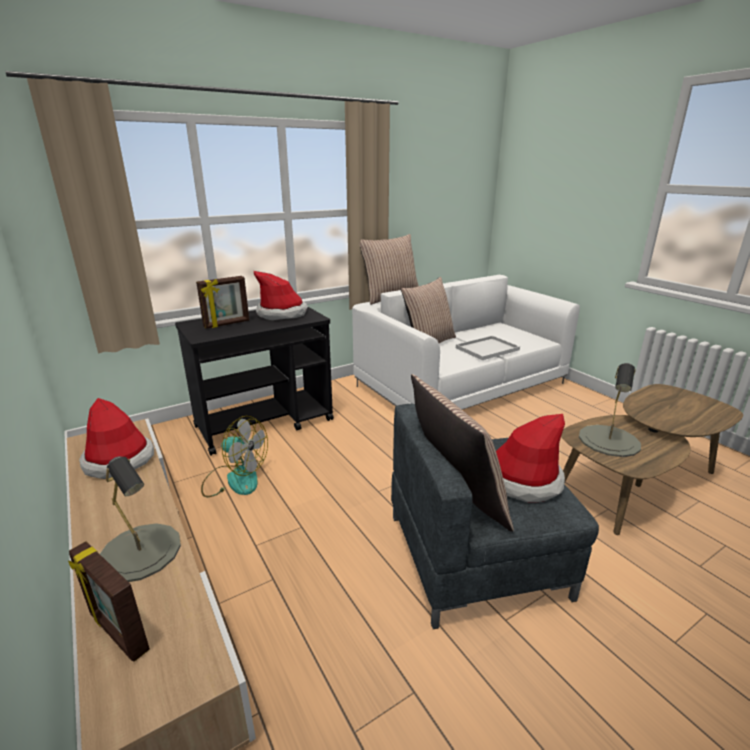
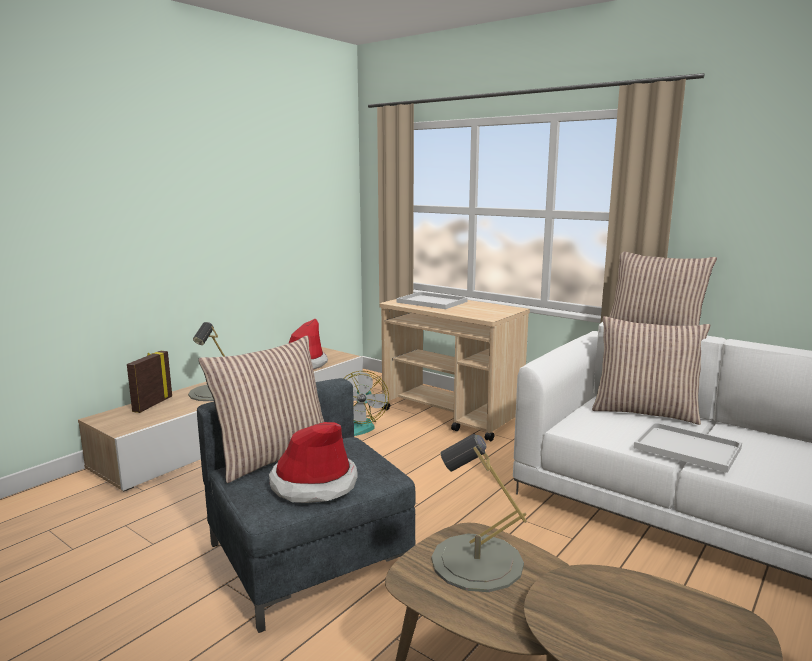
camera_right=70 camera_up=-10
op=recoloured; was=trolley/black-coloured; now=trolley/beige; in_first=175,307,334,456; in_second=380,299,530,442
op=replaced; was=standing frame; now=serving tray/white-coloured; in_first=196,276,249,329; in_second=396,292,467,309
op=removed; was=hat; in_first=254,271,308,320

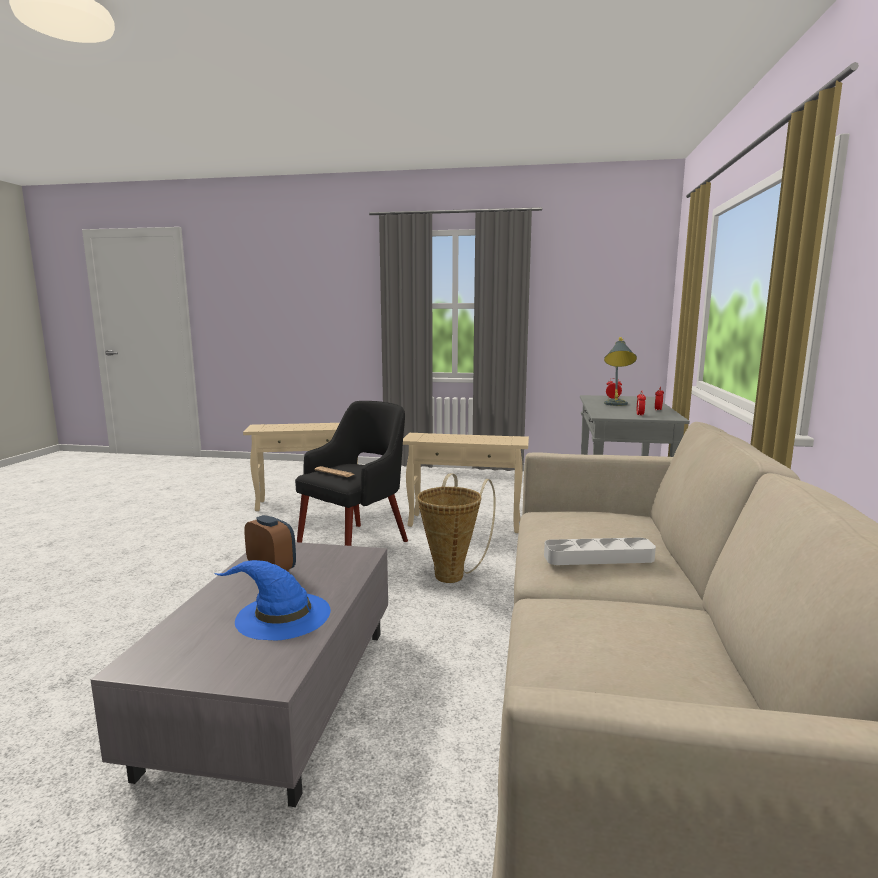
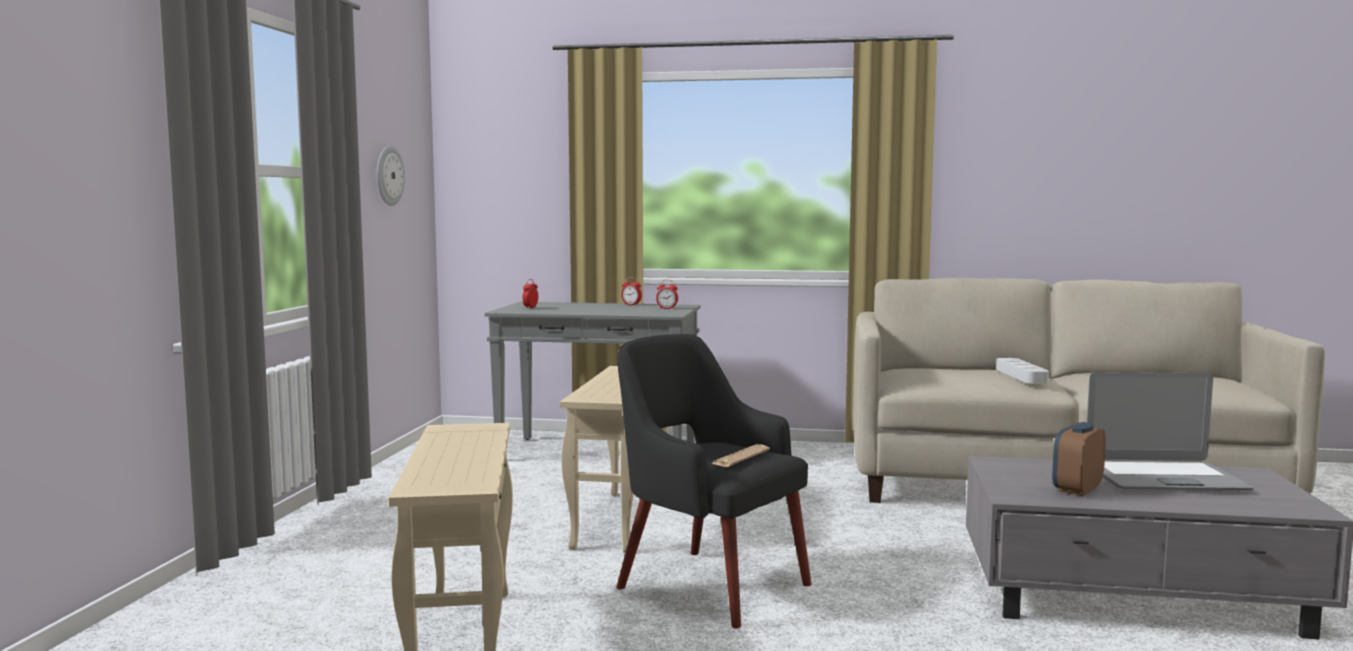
camera_right=-90 camera_up=-5
op=replaced; was=hat/blue; now=laptop; in_first=214,560,331,641; in_second=1087,372,1254,491
op=removed; was=storage basket; in_first=418,473,496,583
op=removed; was=lamp for a table/grey; in_first=604,337,637,406
op=added; now=wall clock; in_second=377,146,405,206

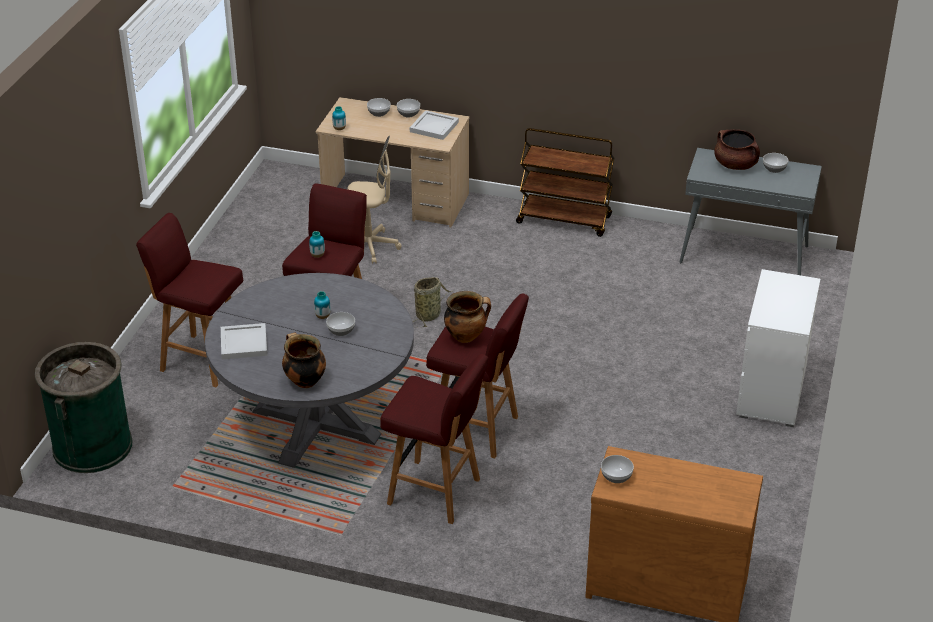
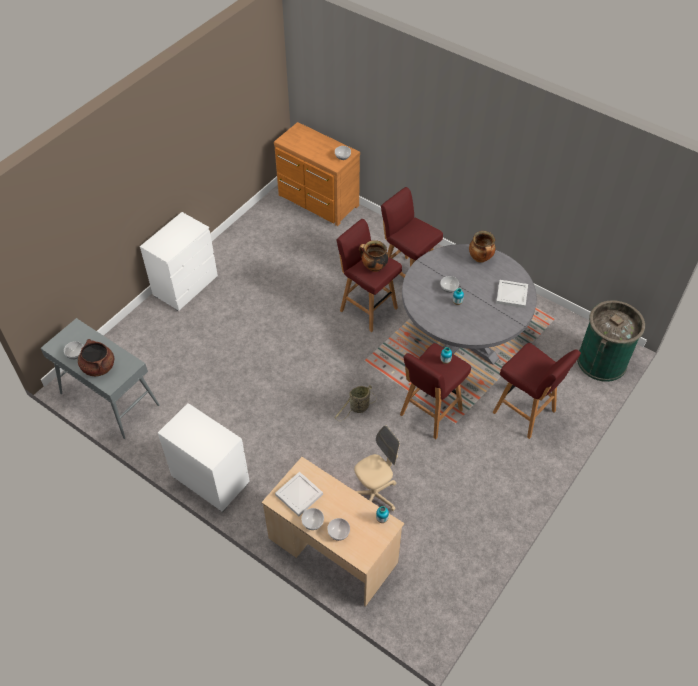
camera_right=-160 camera_up=15
op=turned; was=office chair/beige; in_first=347,136,402,264; in_second=354,425,400,511; clockwise=120
op=replaced; was=trolley/brown; now=chest of drawers/white-coloured; in_first=516,128,614,237; in_second=158,403,250,512

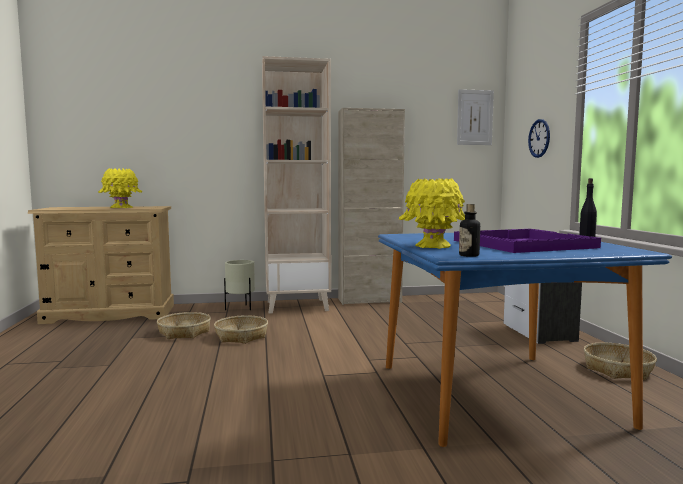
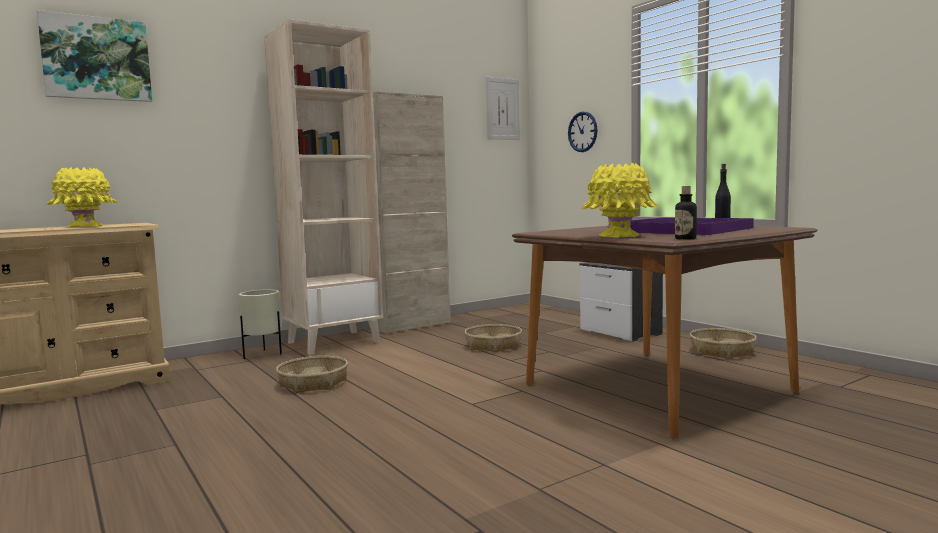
camera_right=-25 camera_up=0
op=moved; was=storage basket; in_first=157,312,211,339; in_second=464,324,522,352
op=recoloured; was=dinner table/blue; now=dinner table/brown; in_first=378,233,672,447; in_second=512,226,817,439
op=added; now=wall art; in_second=37,10,152,102

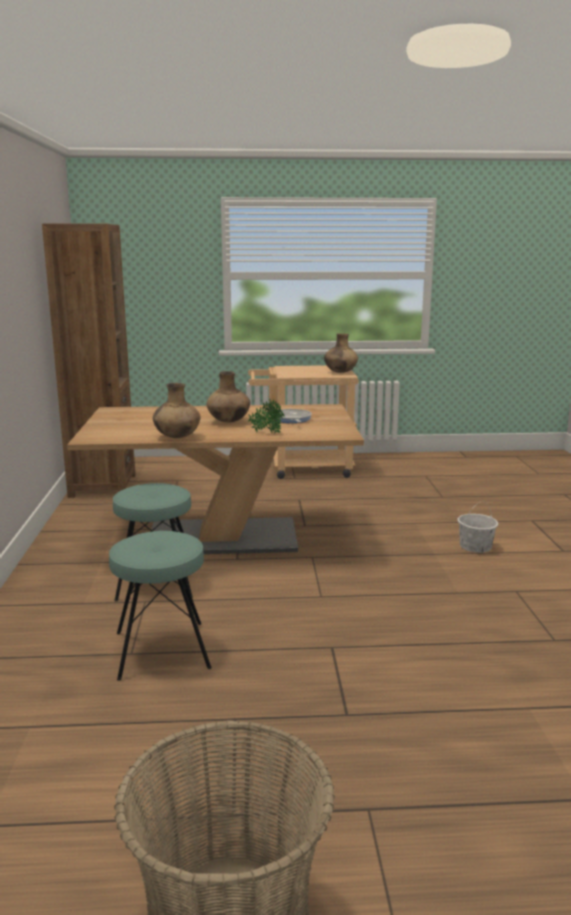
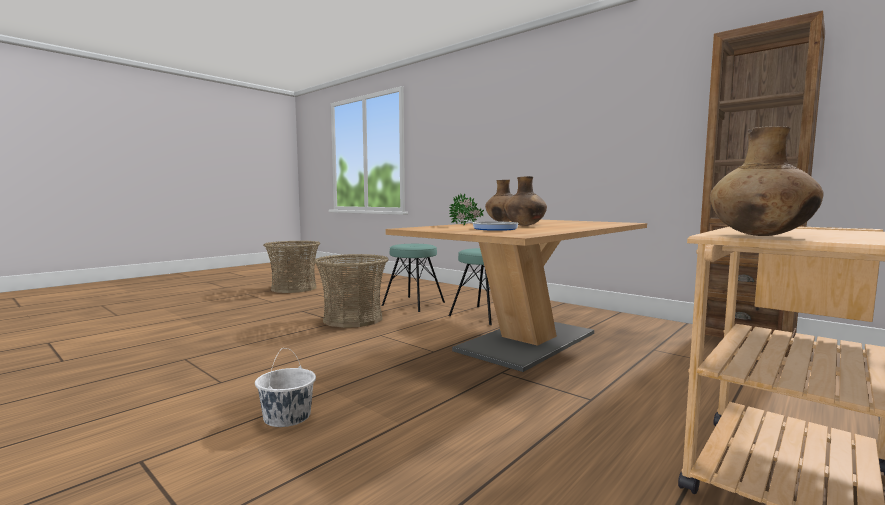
camera_right=135 camera_up=-10
op=added; now=storage basket; in_second=314,254,388,328

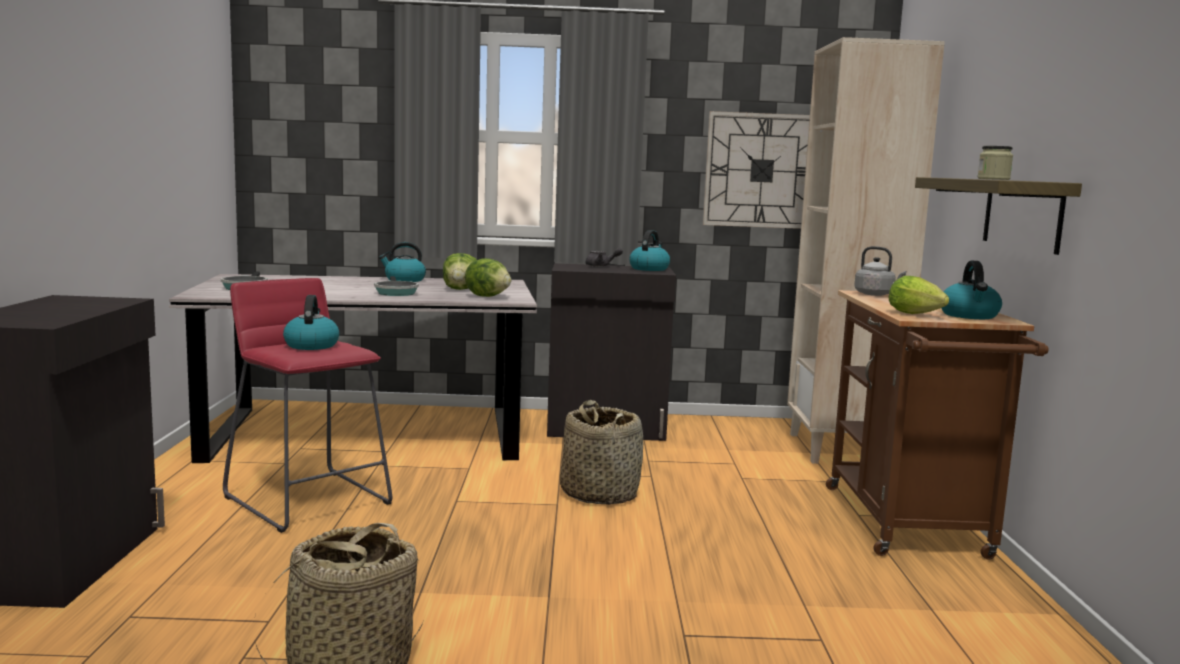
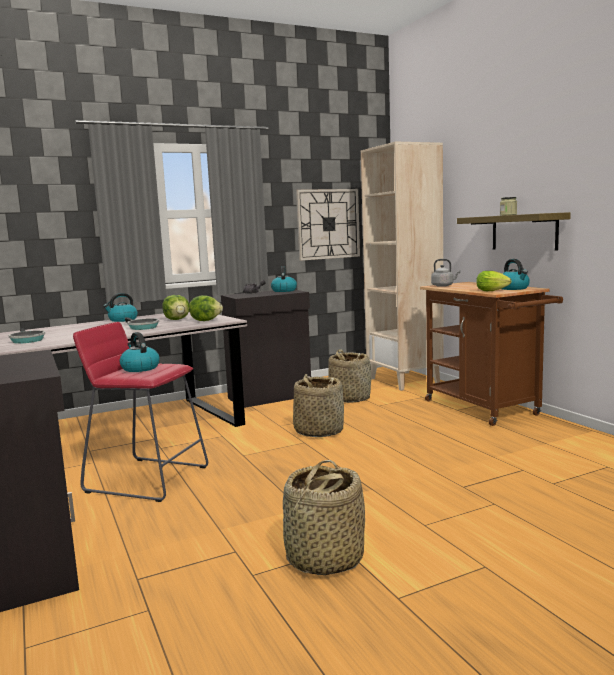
camera_right=-25 camera_up=0
op=added; now=storage basket; in_second=328,349,371,403

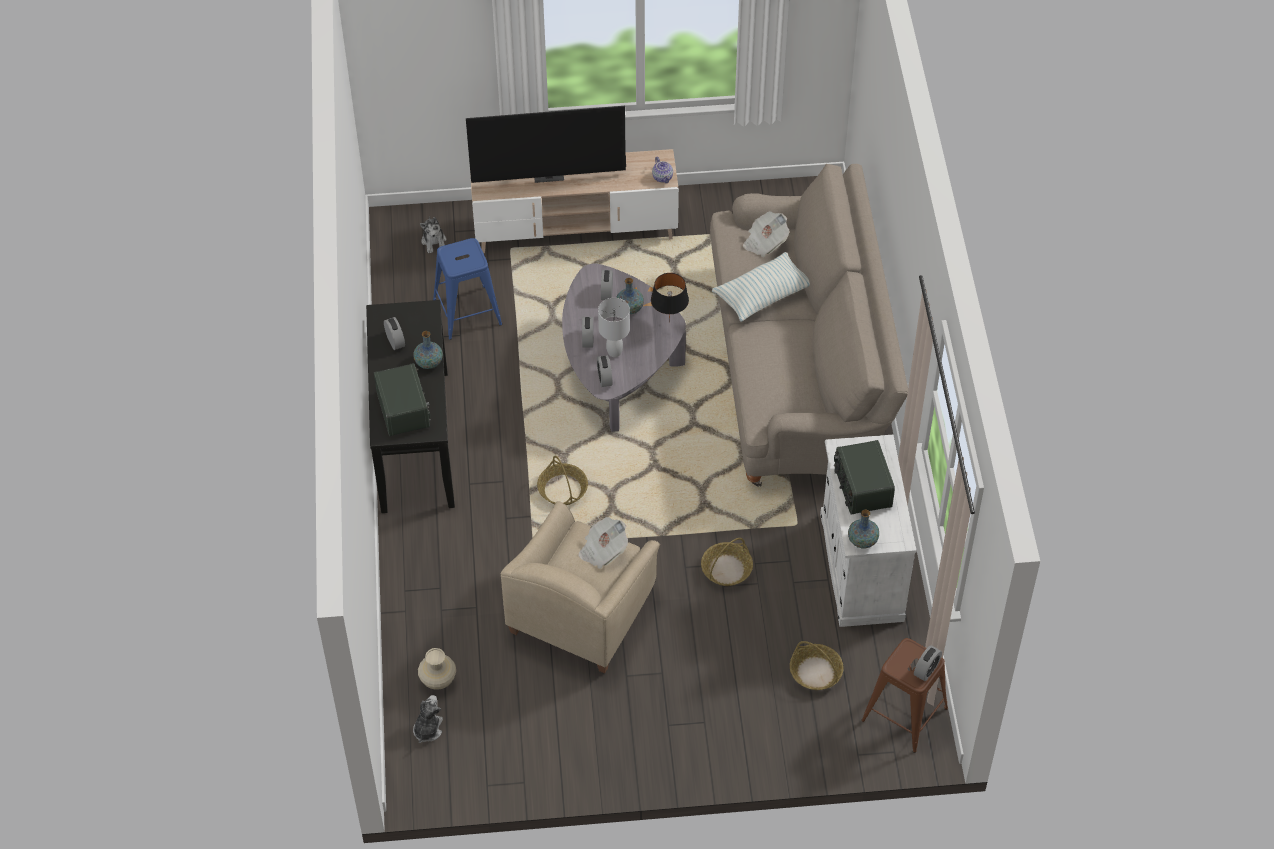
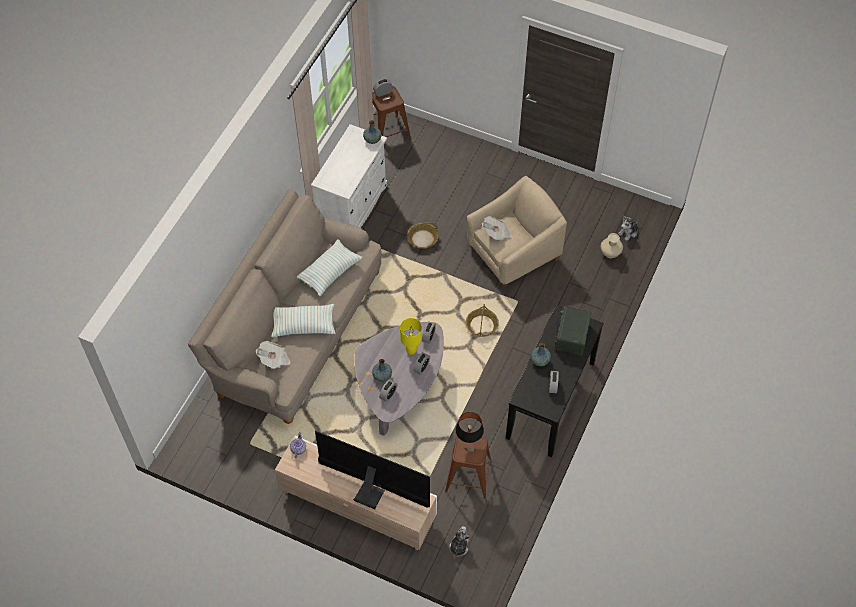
camera_right=-150 camera_up=5
op=recoloured; was=stool seat/blue; now=stool seat/brown; in_first=433,238,502,340; in_second=445,436,492,498
op=recoloured; was=lamp for a table/white-coloured; now=lamp for a table/yellow; in_first=598,298,630,357; in_second=400,318,422,355
op=moved; was=lamp for a table/black-coloured; in_first=651,273,689,322; in_second=456,412,484,443
op=removed; was=storage basket; in_first=790,641,844,690
op=removed; was=radio; in_first=834,440,895,515
op=added; now=pillow; in_second=297,239,363,296

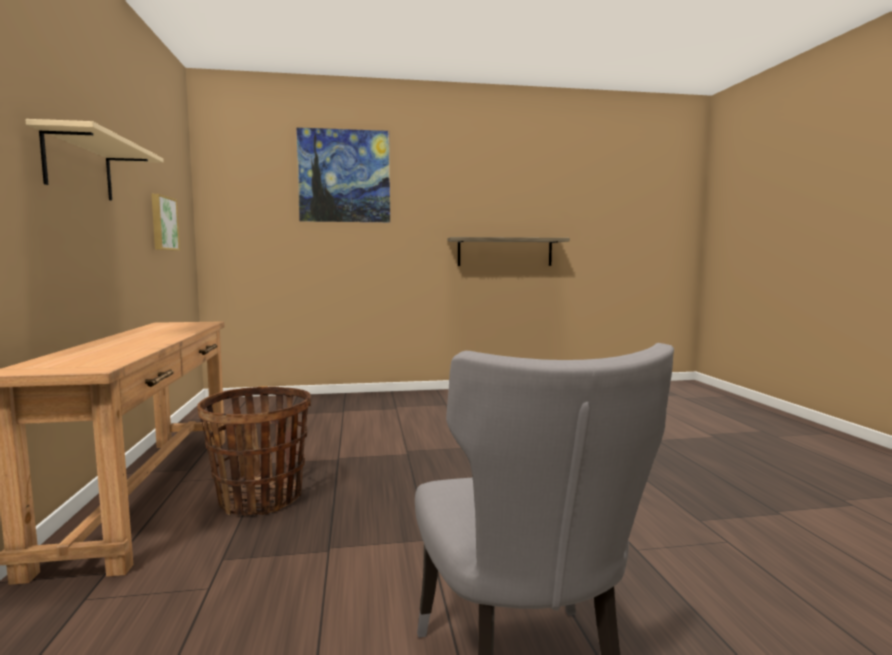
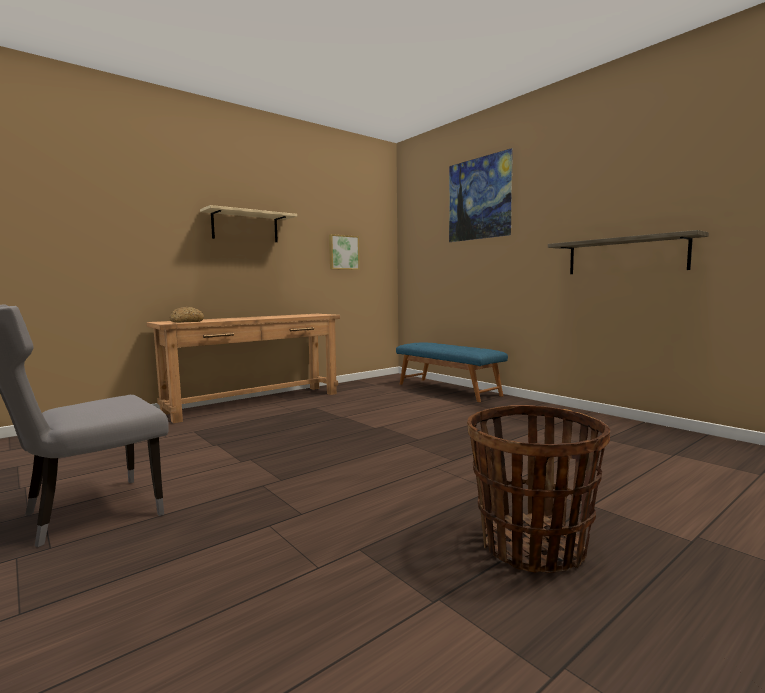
camera_right=60 camera_up=0
op=moved; was=storage basket; in_first=197,386,311,515; in_second=467,405,610,573
op=added; now=bread; in_second=169,307,204,323
op=added; now=bench/blue; in_second=396,342,508,402

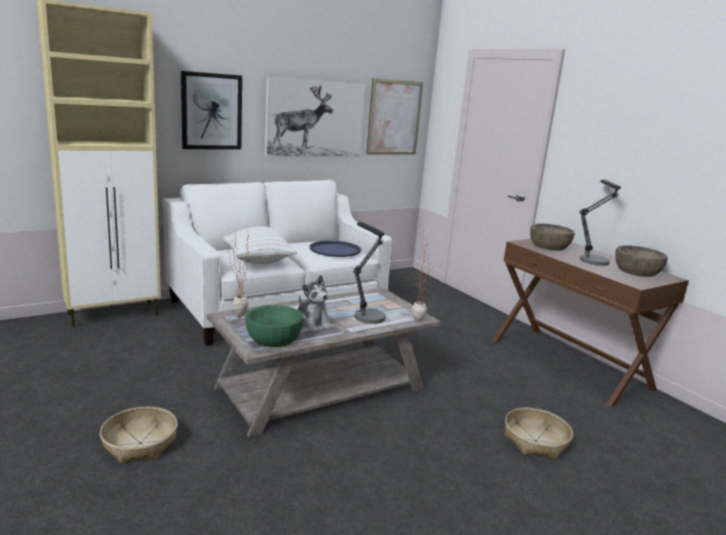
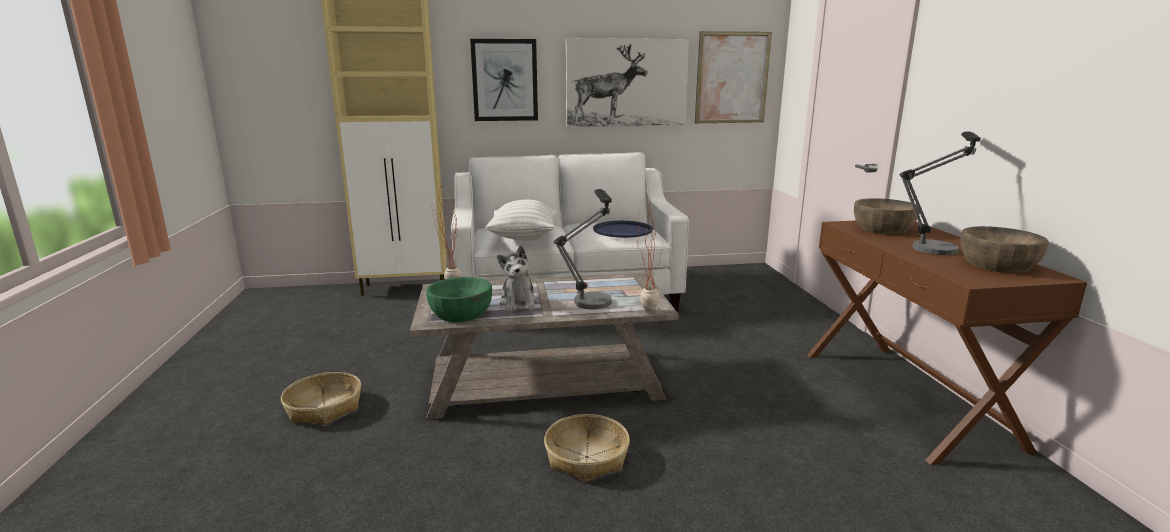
camera_right=25 camera_up=0
op=moved; was=storage basket; in_first=505,408,573,459; in_second=544,414,630,482

